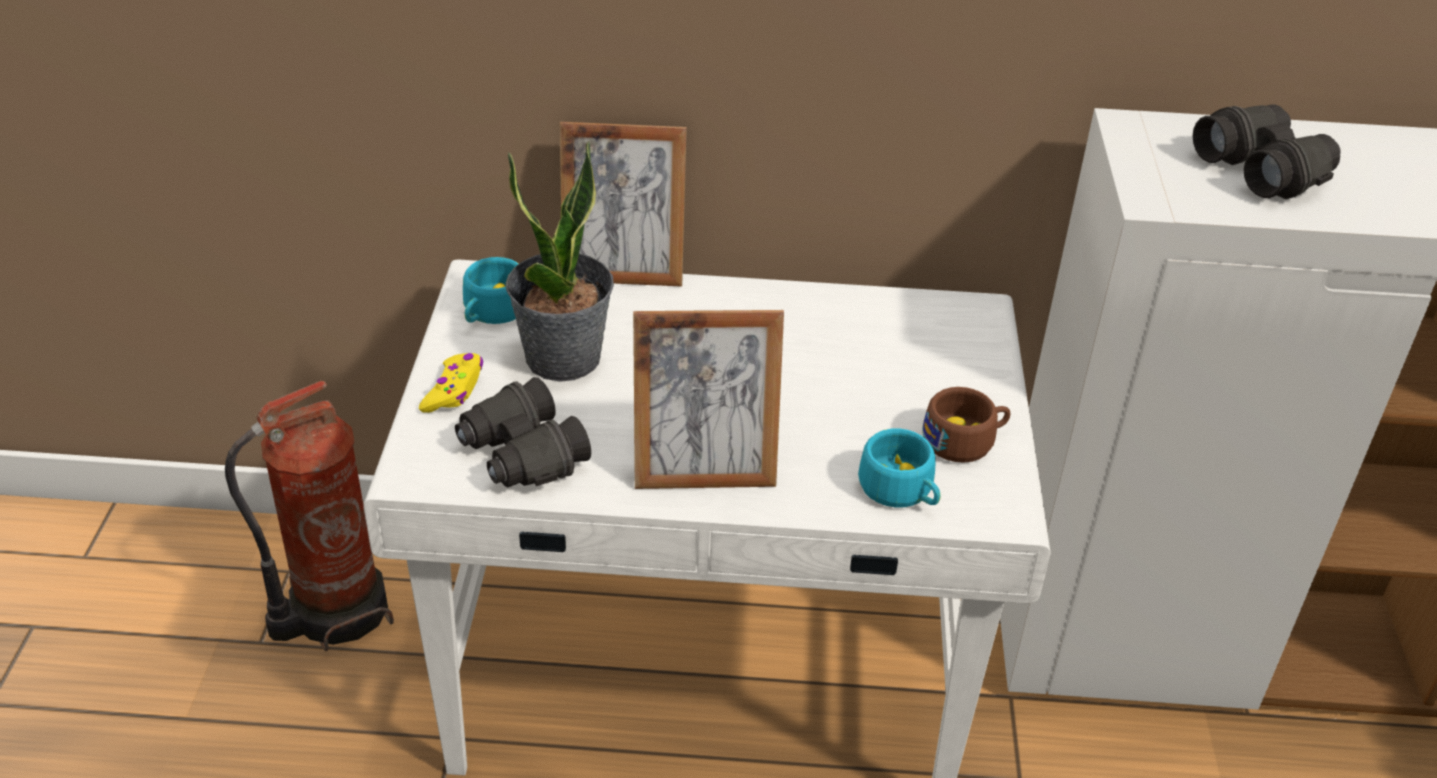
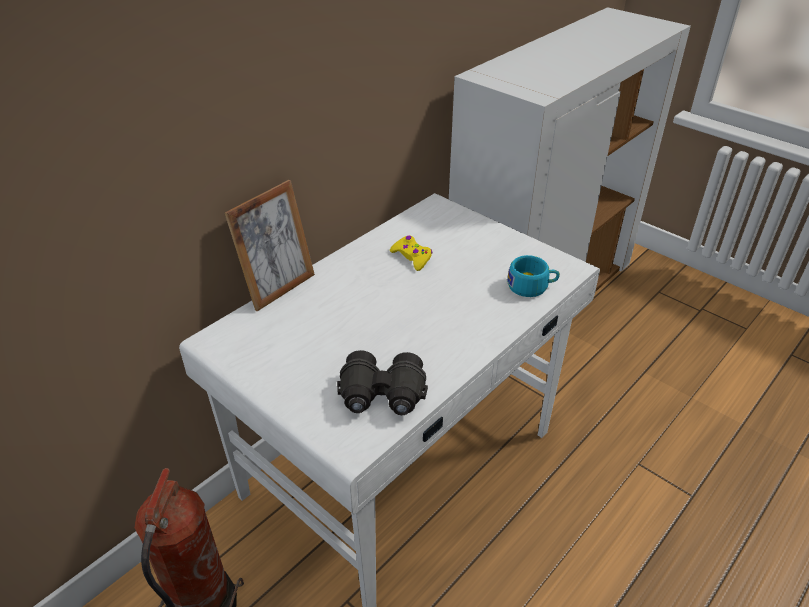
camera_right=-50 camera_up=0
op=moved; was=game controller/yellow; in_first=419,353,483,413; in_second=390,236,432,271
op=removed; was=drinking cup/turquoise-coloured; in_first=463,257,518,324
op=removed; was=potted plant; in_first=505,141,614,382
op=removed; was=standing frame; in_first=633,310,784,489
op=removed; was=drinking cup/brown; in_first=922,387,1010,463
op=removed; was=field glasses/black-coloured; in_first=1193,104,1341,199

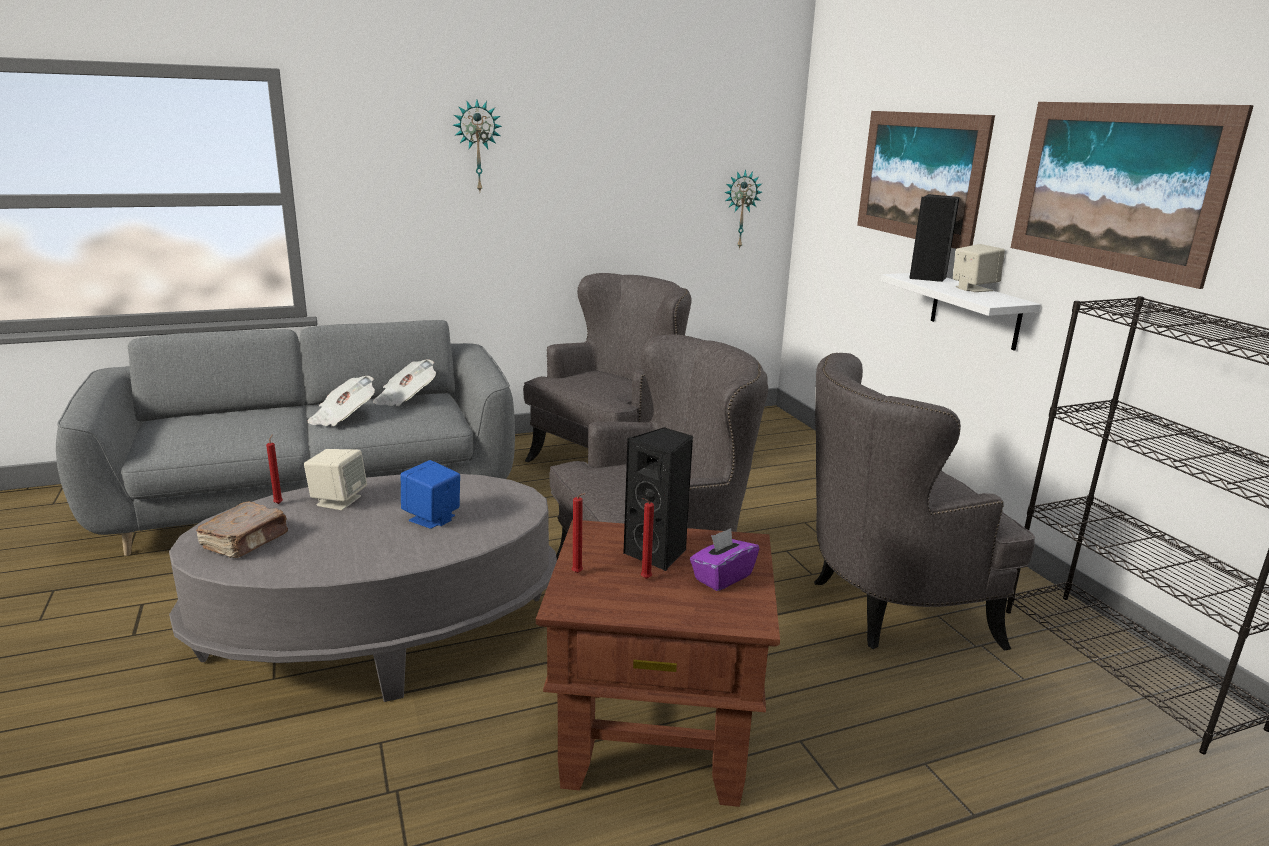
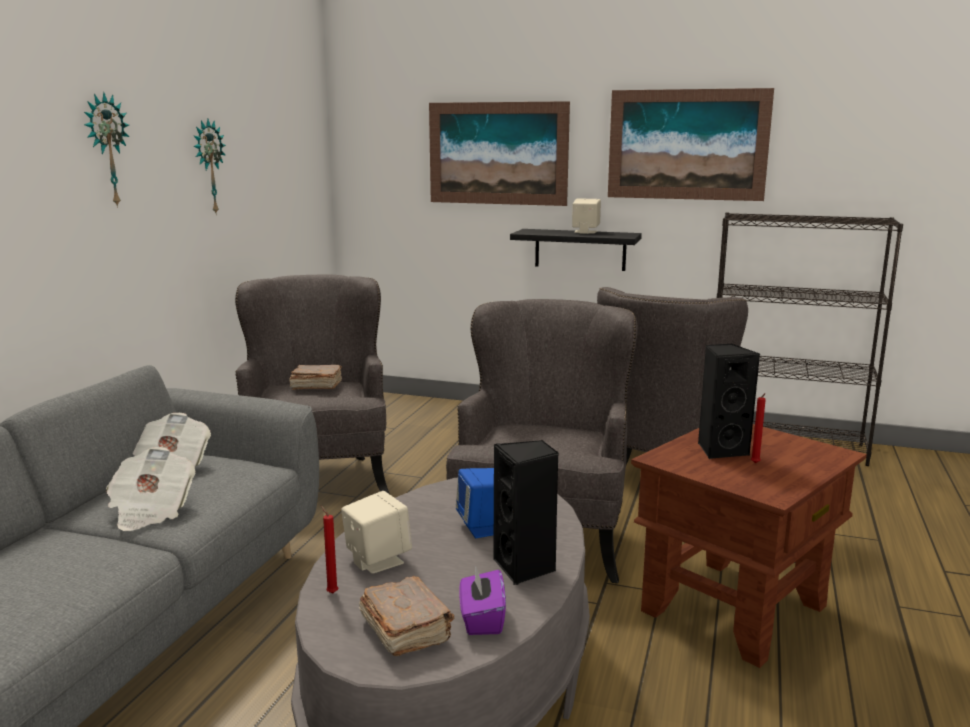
camera_right=-50 camera_up=-5
op=removed; was=wax light/red; in_first=572,493,585,573
op=moved; was=tissue box/purple-coloured; in_first=690,528,759,591; in_second=459,565,506,635
op=moved; was=wall clock; in_first=724,169,762,250; in_second=193,119,226,215
op=recoloured; was=wall shelf/white-coloured; now=wall shelf/black-coloured; in_first=881,273,1041,351; in_second=510,229,642,271
op=moved; was=loudspeaker/black-coloured; in_first=909,194,960,282; in_second=493,440,559,585
op=added; now=book/brown; in_second=289,365,342,390

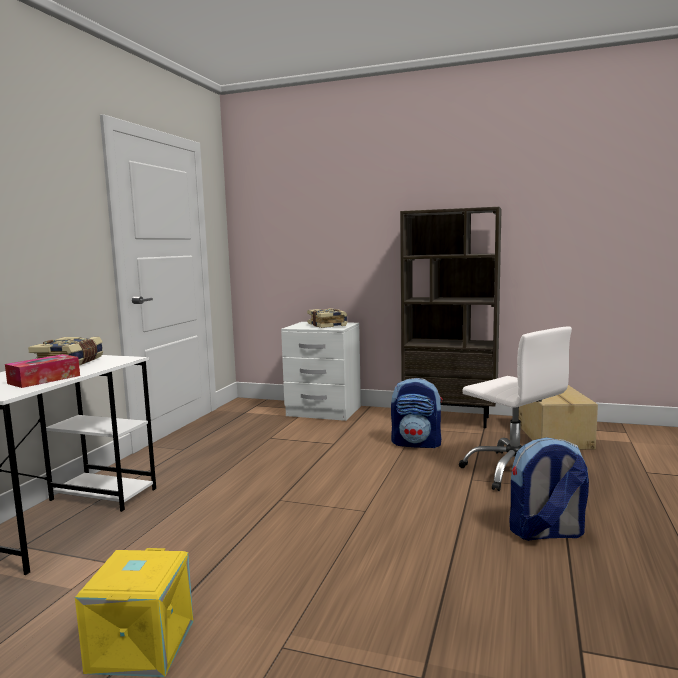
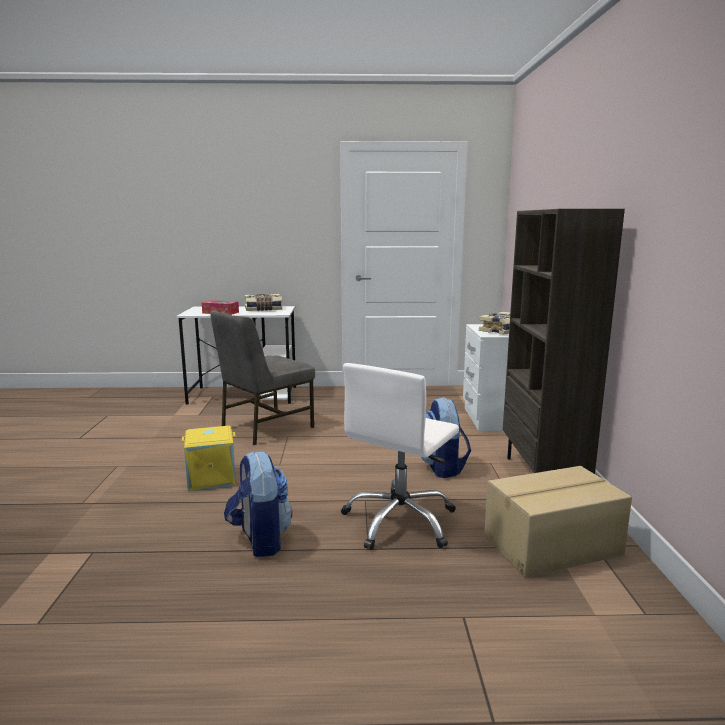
camera_right=70 camera_up=5
op=moved; was=storage box/yellow; in_first=75,548,193,677; in_second=182,426,236,491
op=added; now=chair/grey; in_second=210,311,315,445

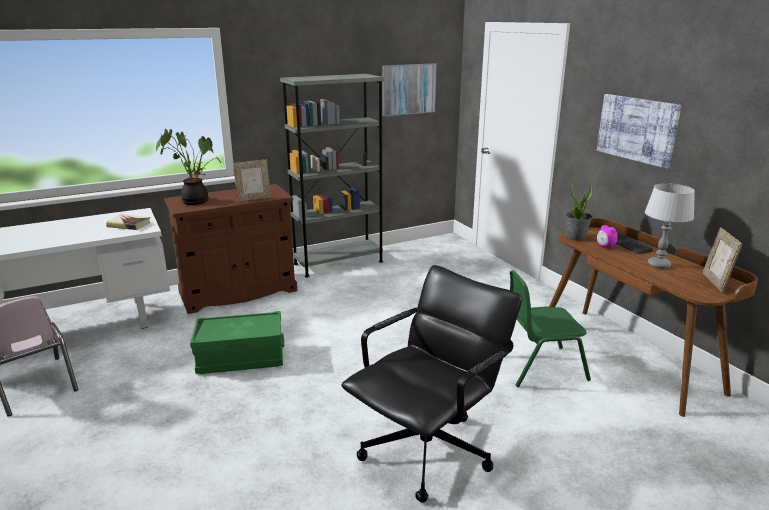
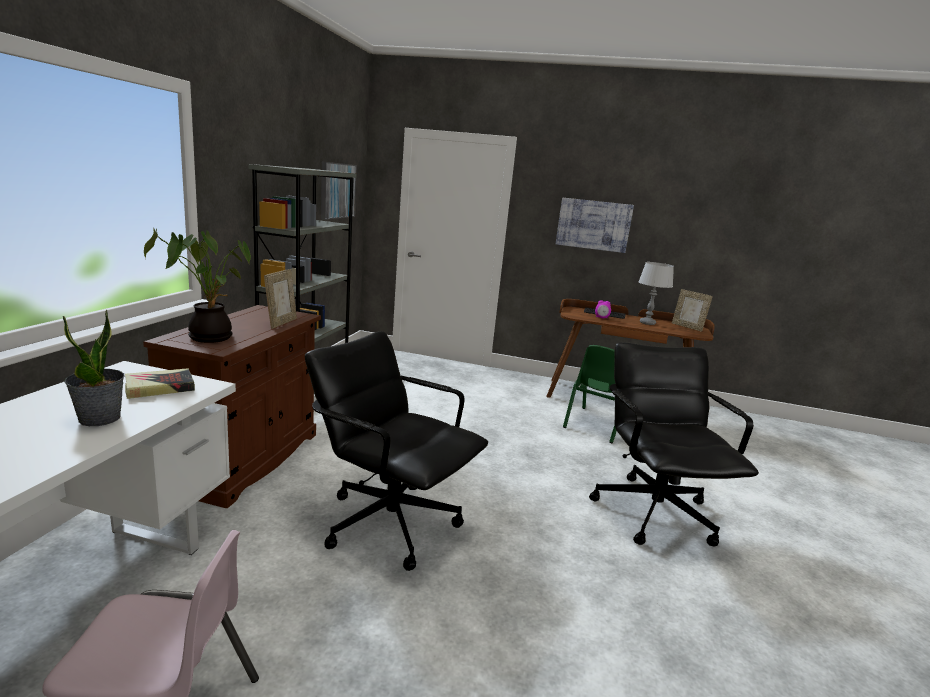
camera_right=-50 camera_up=-5
op=replaced; was=storage box/green; now=office chair/black-coloured; in_first=190,311,284,374; in_second=305,331,488,571
op=moved; was=potted plant; in_first=565,181,592,241; in_second=63,310,125,426

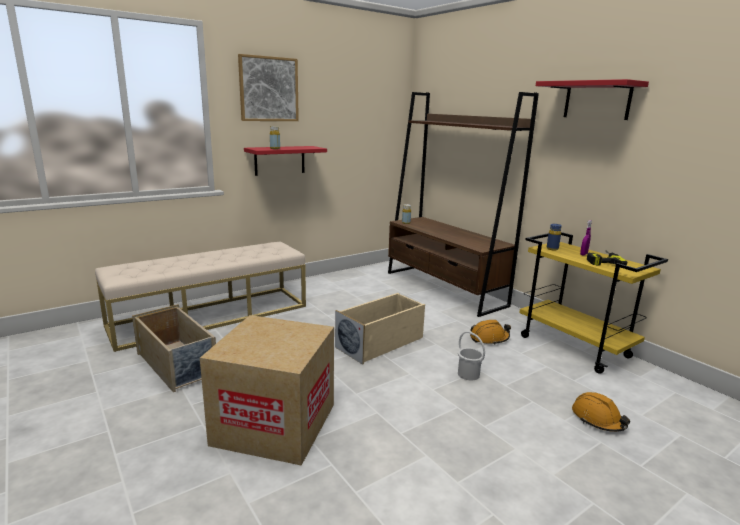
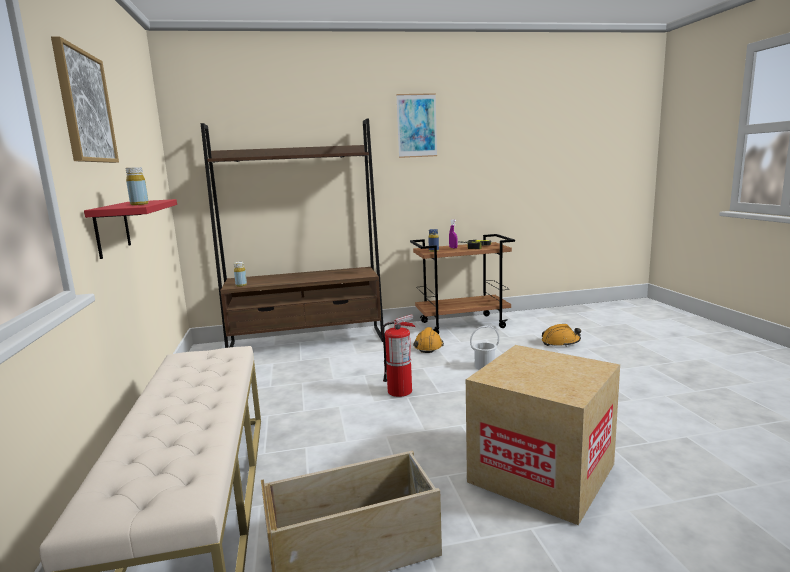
camera_right=-65 camera_up=-5
op=replaced; was=storage box/beige; now=fire extinguisher; in_first=335,293,425,365; in_second=382,314,415,397
op=recoloured; was=trolley/yellow; now=trolley/brown; in_first=519,232,668,374; in_second=410,234,515,334
op=replaced; was=wall shelf/red; now=wall art; in_first=536,79,649,120; in_second=396,93,437,158

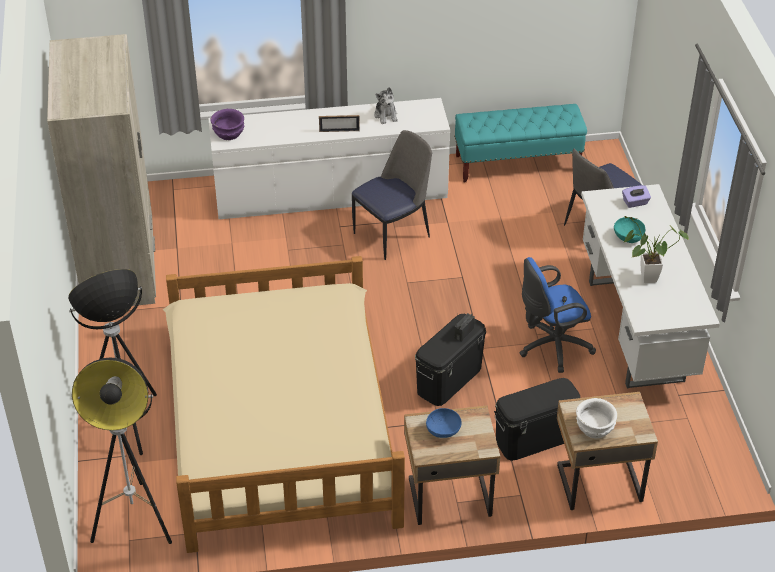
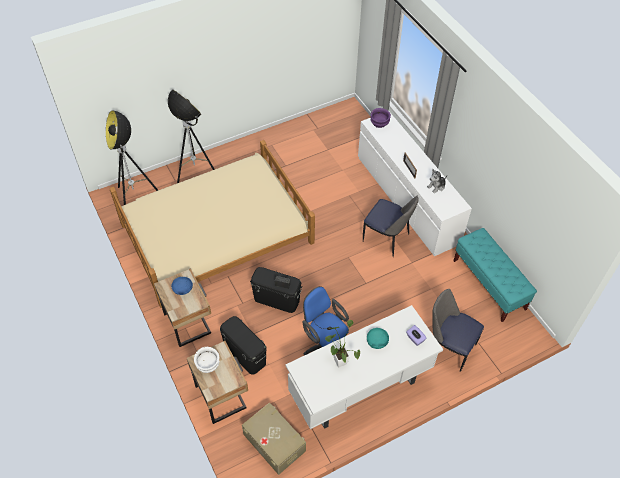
camera_right=70 camera_up=10
op=removed; was=wardrobe/beige; in_first=47,34,156,306
op=added; now=storage box/beige; in_second=242,402,306,475

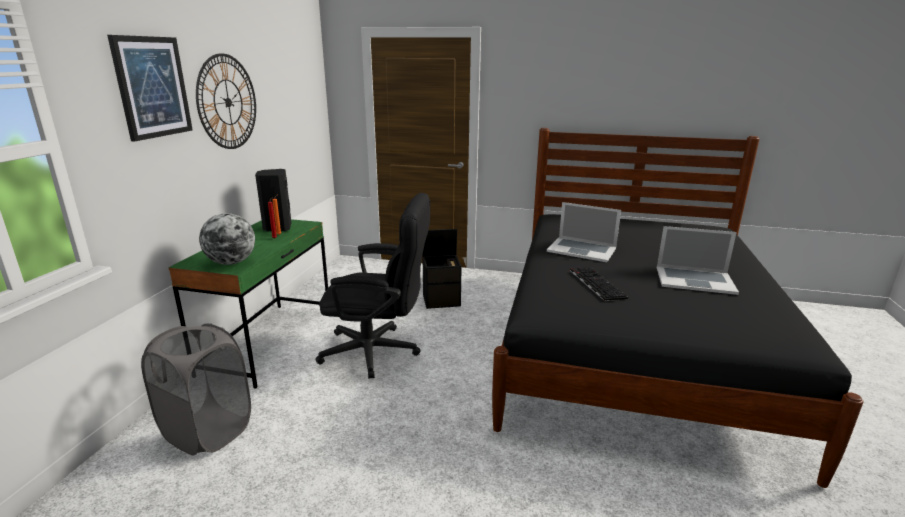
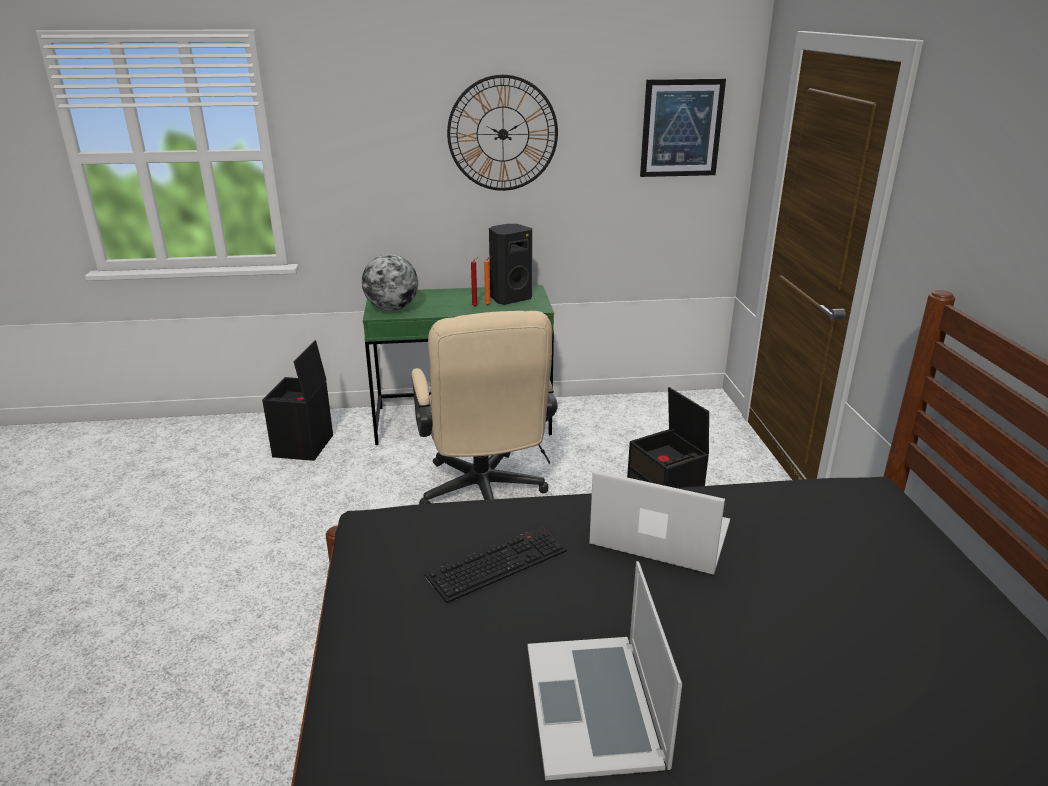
camera_right=70 camera_up=5
op=moved; was=wall art; in_first=107,35,193,141; in_second=640,78,726,177
op=replaced; was=washing basket/grey; now=storage box/black-coloured; in_first=141,323,251,456; in_second=262,340,333,461
op=recoloured; was=office chair/black-coloured; now=office chair/beige; in_first=316,193,430,379; in_second=411,311,558,504
op=turned; was=laptop; in_first=547,202,621,262; in_second=589,470,730,575; clockwise=105

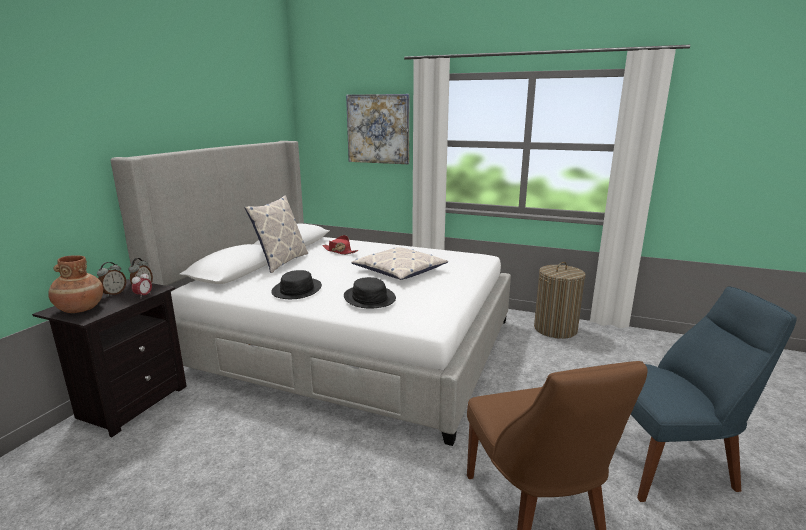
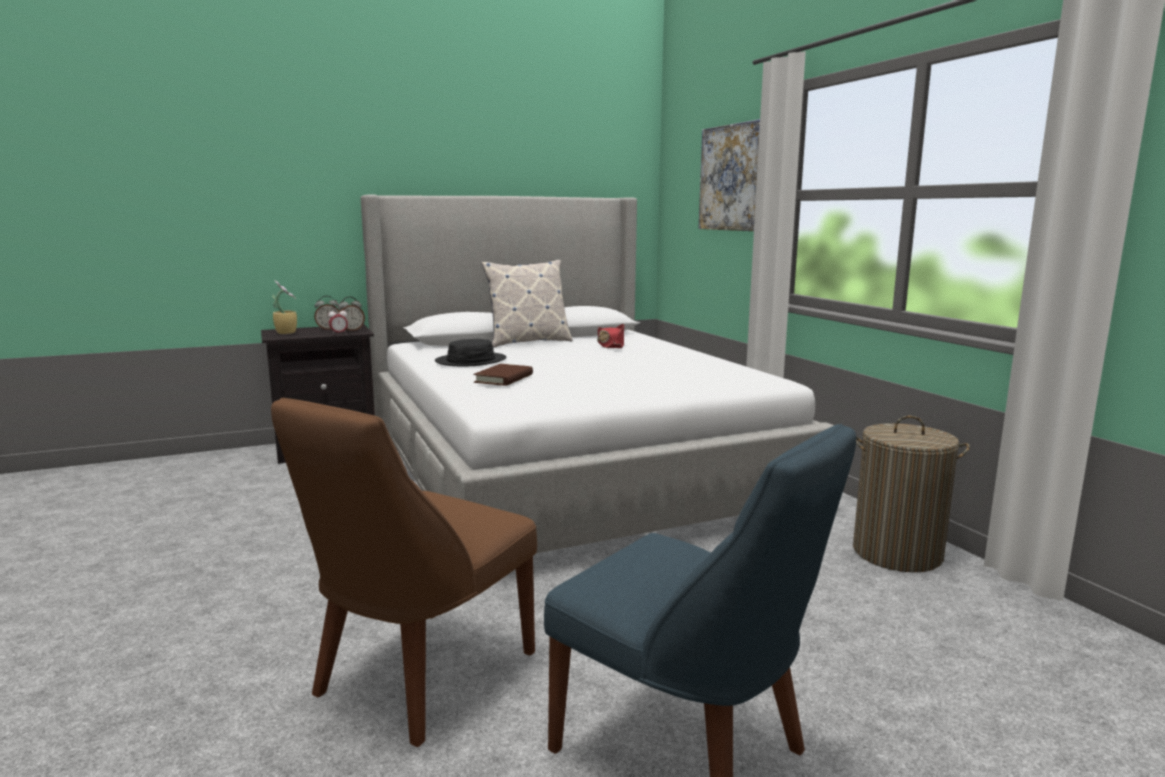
camera_right=45 camera_up=-5
op=replaced; was=vase/brown; now=potted plant; in_first=48,255,103,313; in_second=272,280,297,334
op=replaced; was=hat/black-coloured; now=book/brown; in_first=344,277,396,308; in_second=474,364,533,386
op=removed; was=pillow; in_first=351,247,448,280

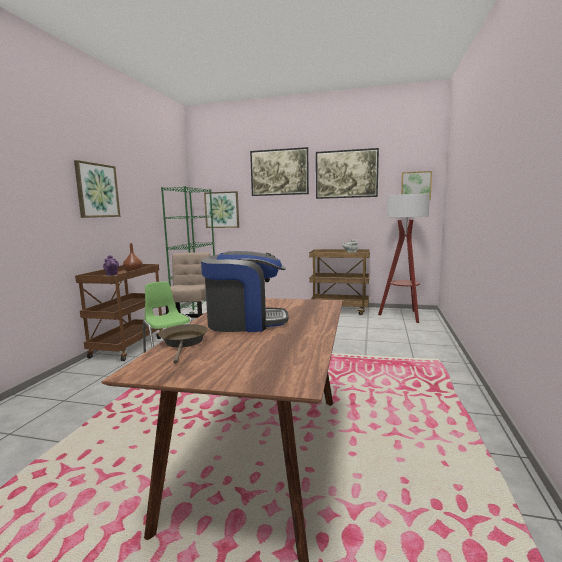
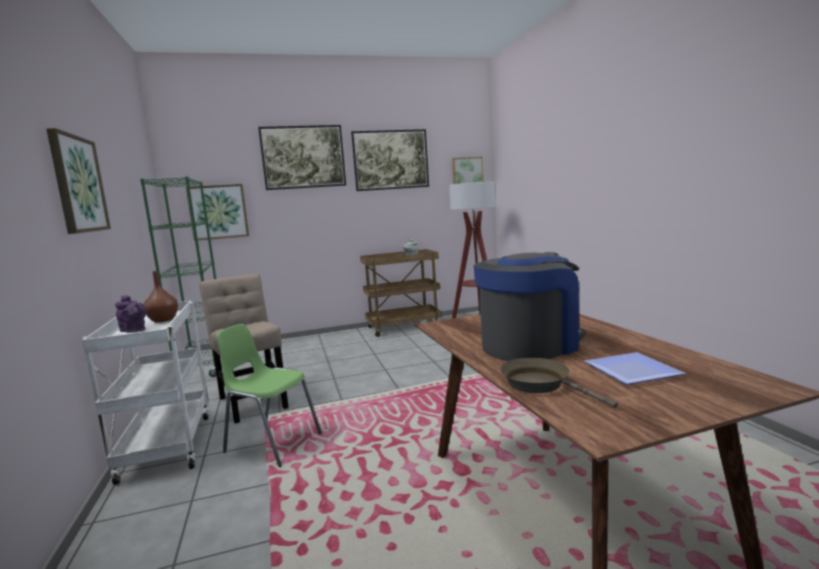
camera_right=-30 camera_up=0
op=recoloured; was=trolley/brown; now=trolley/white-coloured; in_first=75,264,163,361; in_second=82,301,209,485
op=added; now=flat dish; in_second=585,352,686,385

